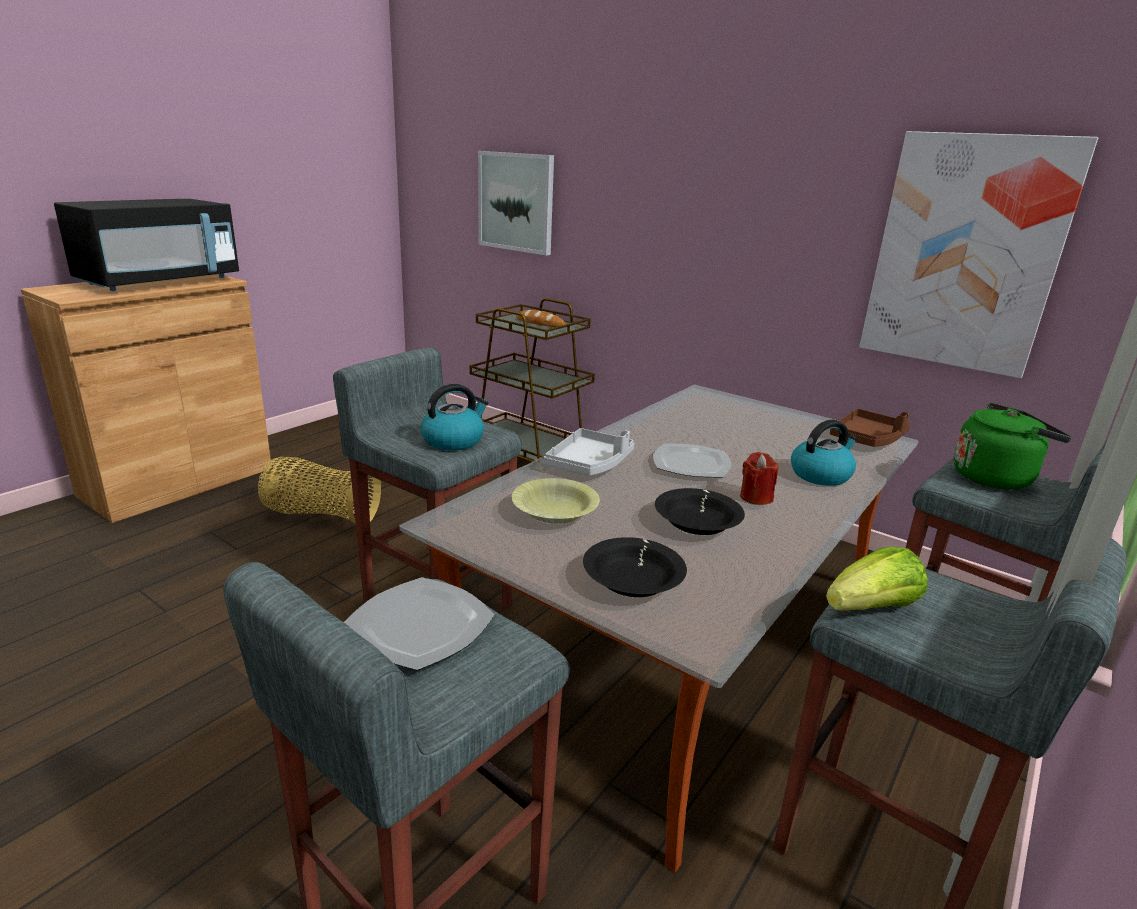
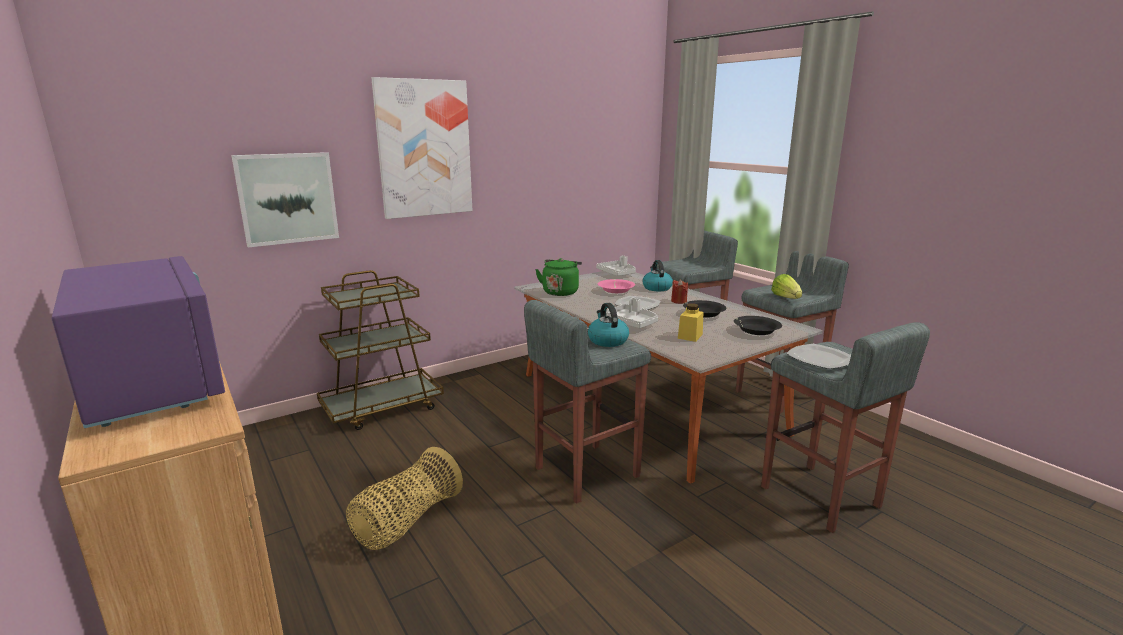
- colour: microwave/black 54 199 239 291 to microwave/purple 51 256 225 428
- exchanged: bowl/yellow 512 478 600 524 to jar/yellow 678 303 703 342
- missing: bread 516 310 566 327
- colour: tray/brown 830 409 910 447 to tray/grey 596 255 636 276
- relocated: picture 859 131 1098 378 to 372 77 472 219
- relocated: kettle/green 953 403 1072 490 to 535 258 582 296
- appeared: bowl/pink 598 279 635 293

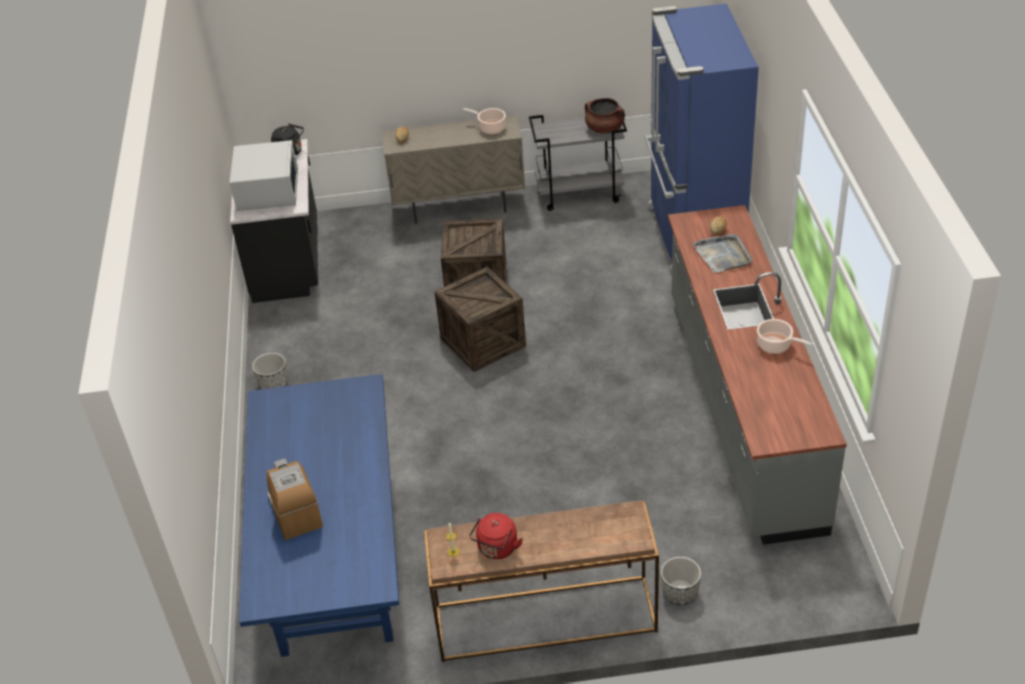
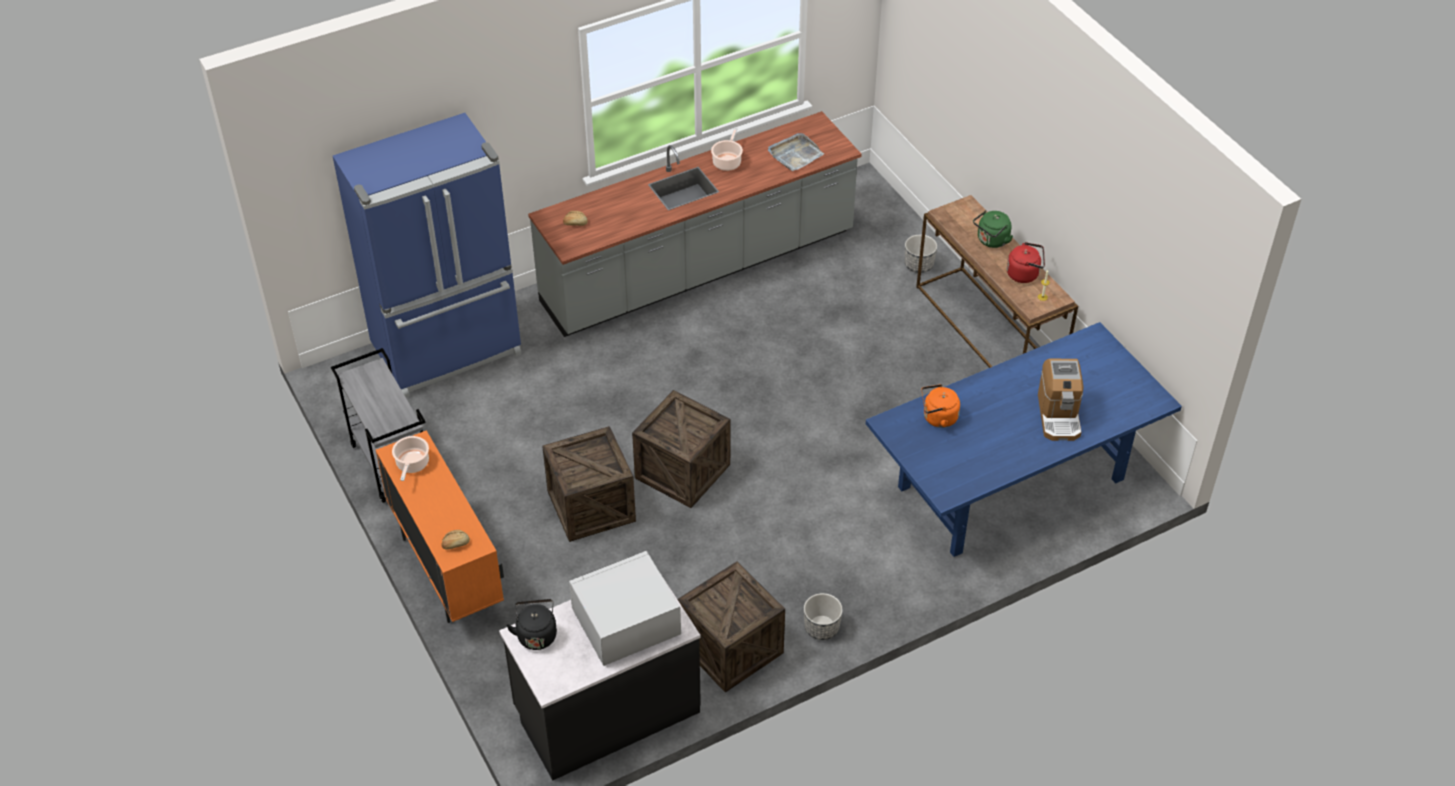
- spun: coffee machine 267 459 323 540 = 1038 359 1083 441 45 degrees counterclockwise
- colour: cabinet/beige 382 115 525 224 to cabinet/orange 376 430 504 623
- missing: cooking pot/brown 585 98 625 133
- relocated: tray/grey 693 234 752 273 to 768 133 824 171
- appeared: crate 677 561 785 692
- appeared: kettle/orange 921 384 960 428
- appeared: kettle/green 973 210 1013 248

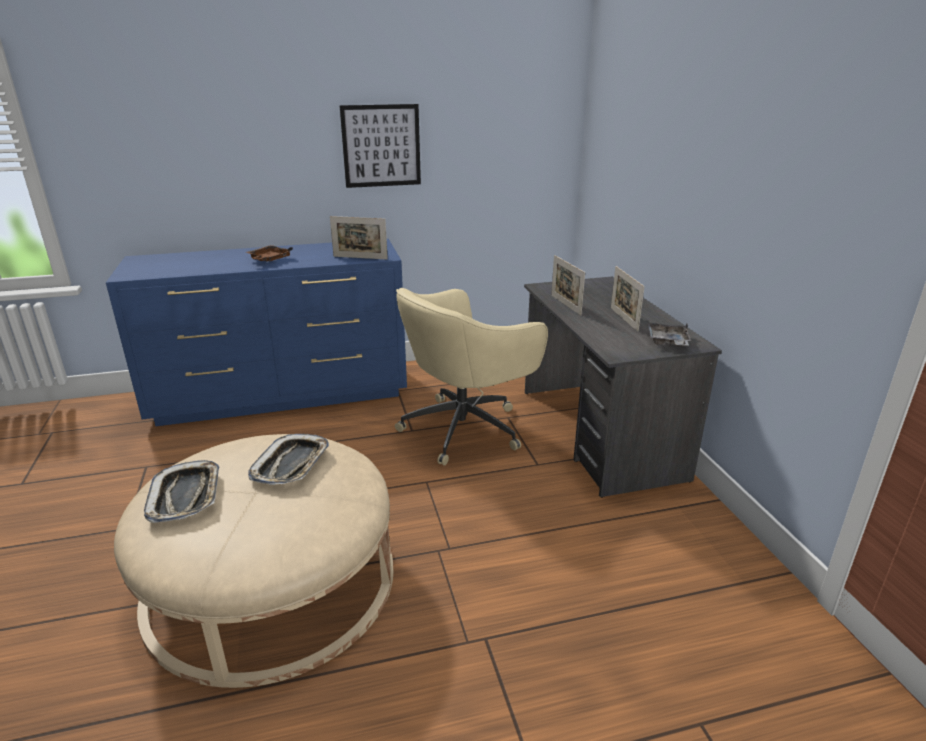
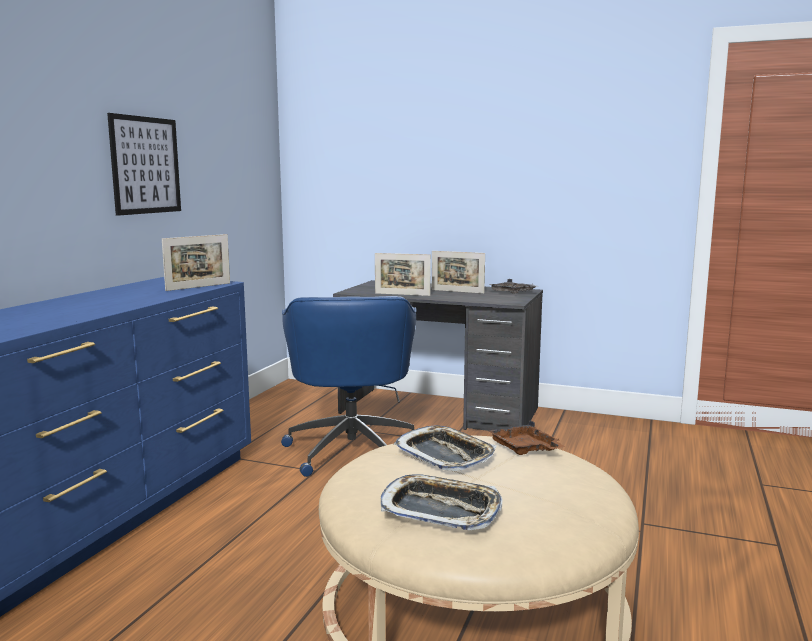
- relocated: tray/brown 246 245 293 262 to 488 420 565 455
- colour: office chair/beige 395 288 548 466 to office chair/blue 281 296 417 477

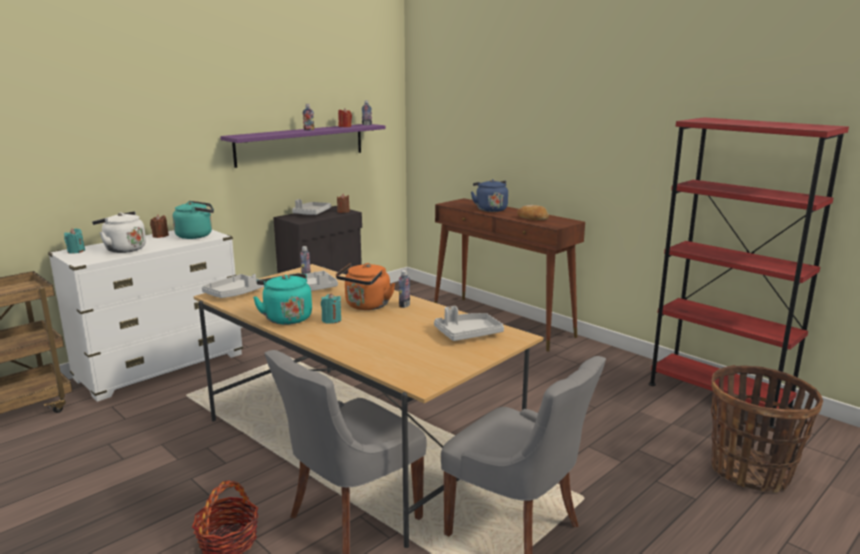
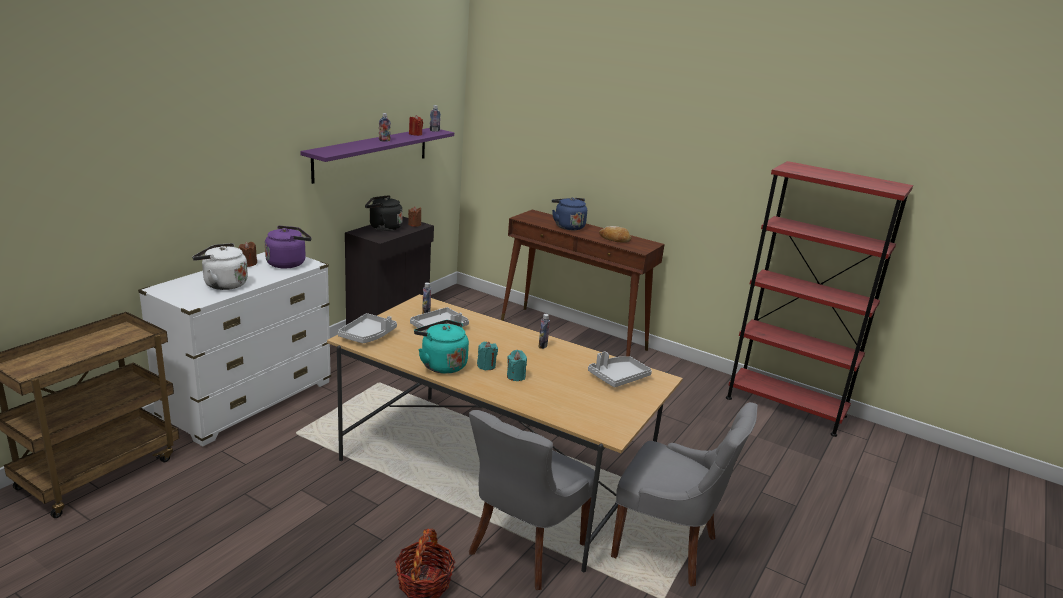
- relocated: candle/turquoise 64 228 85 254 to 507 350 527 381
- colour: kettle/turquoise 173 201 214 239 to kettle/purple 265 226 312 268
- exchanged: tray/grey 292 199 331 215 to kettle/black 365 195 403 231
- missing: kettle/orange 336 263 395 310
- missing: basket 711 365 823 493

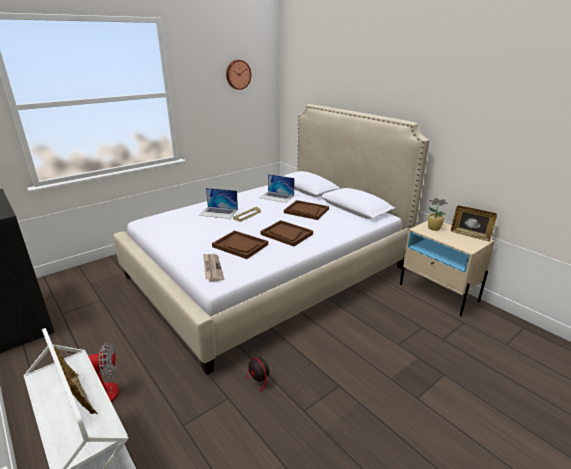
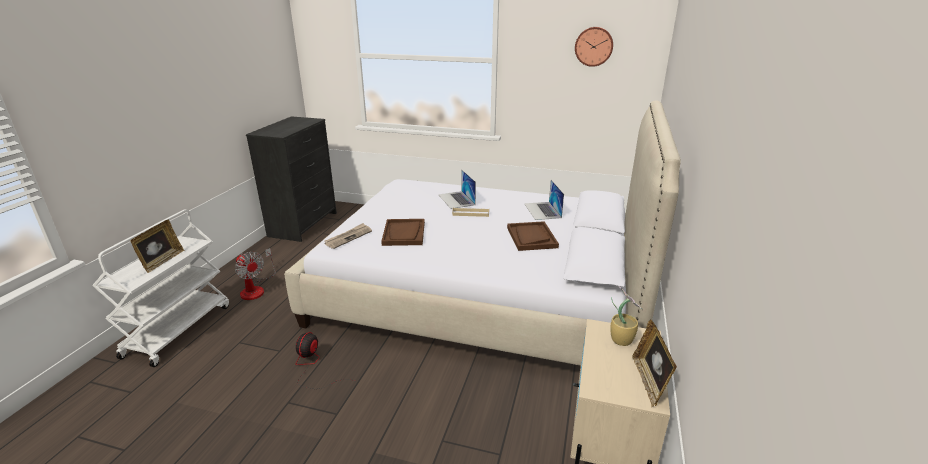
- missing: tray/brown 260 220 313 247

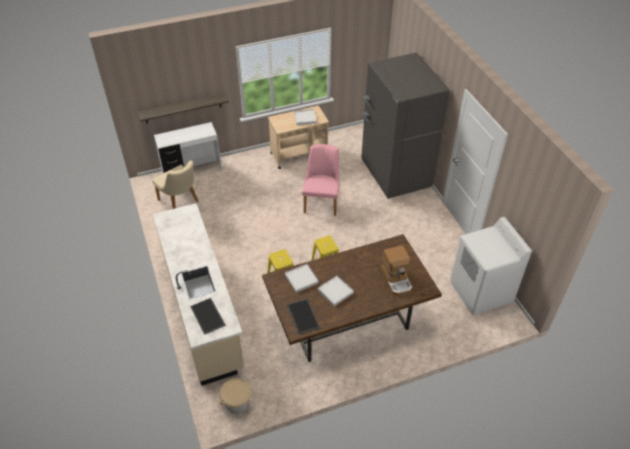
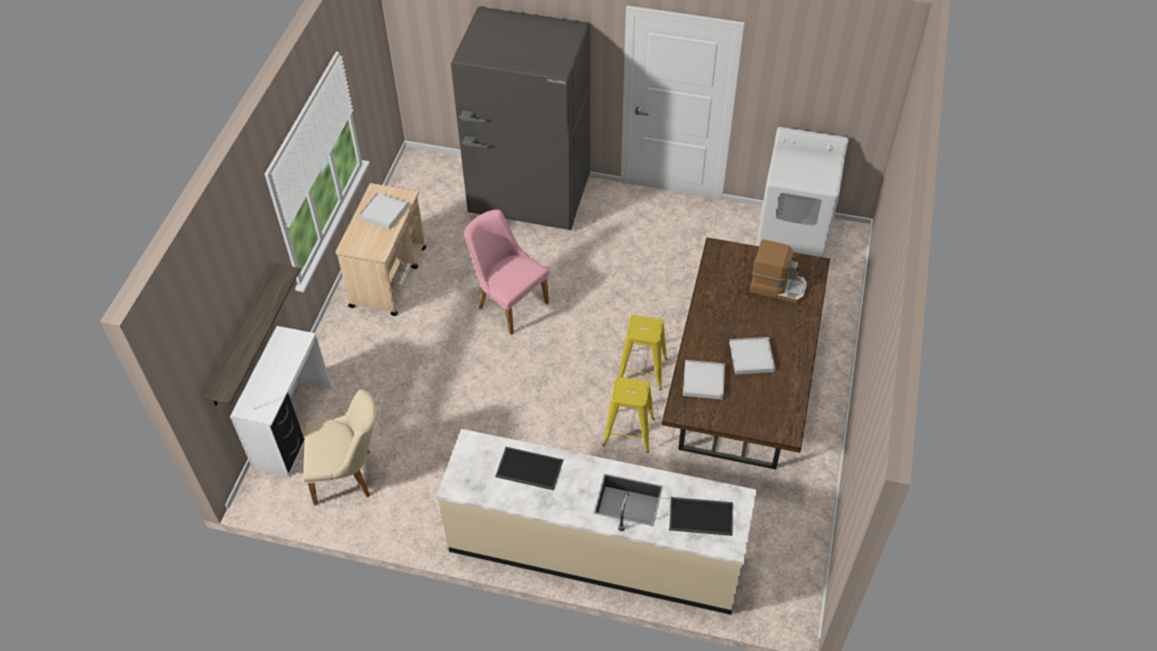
- missing: bucket/beige 220 378 251 414
- relocated: tray 287 299 320 334 to 495 447 563 490

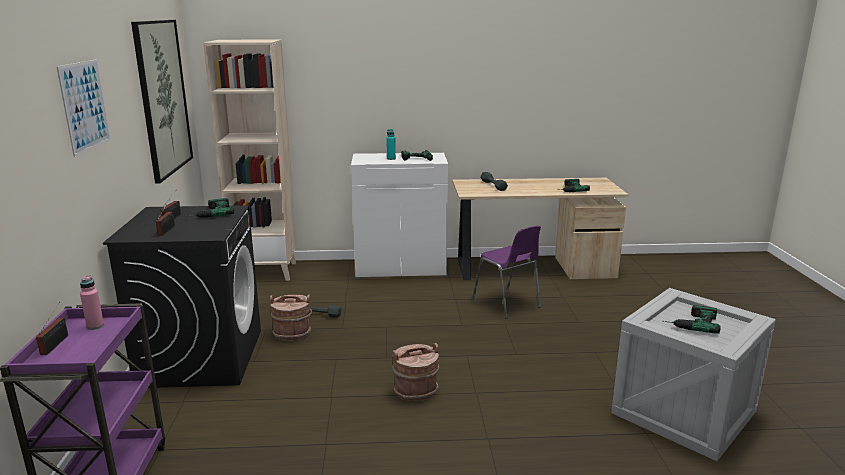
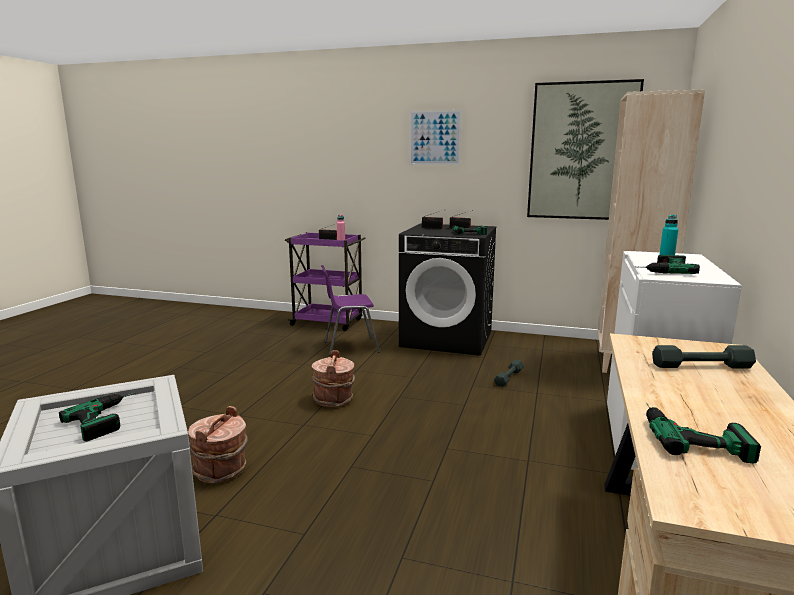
- relocated: bucket/brown 270 294 312 341 to 188 406 248 484
- relocated: chair/purple 472 226 541 318 to 321 265 380 356

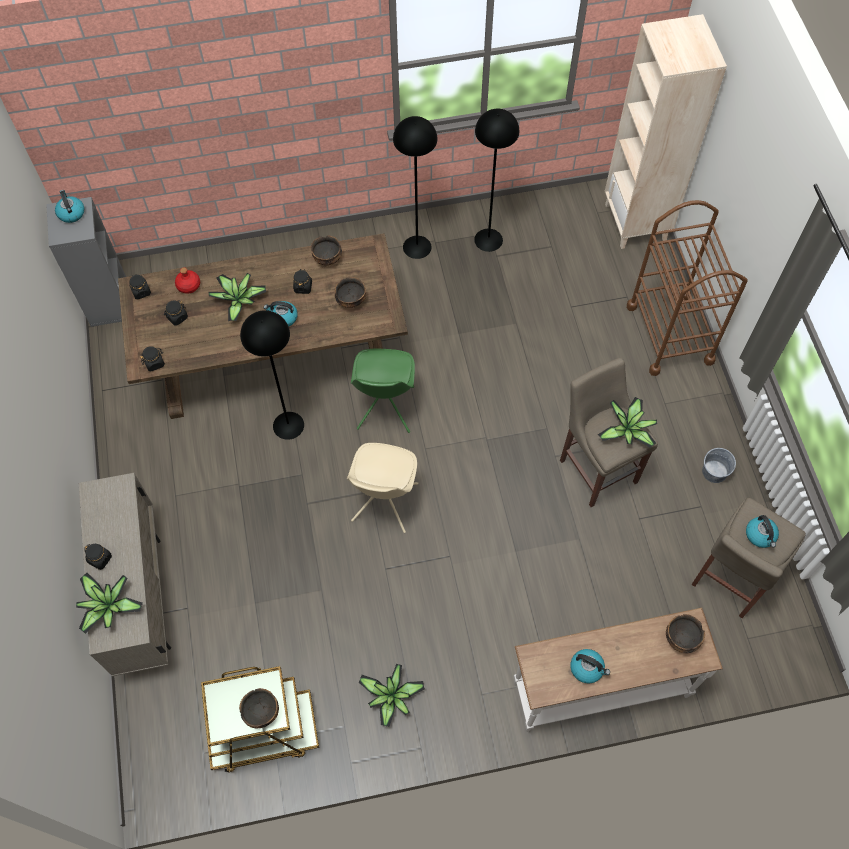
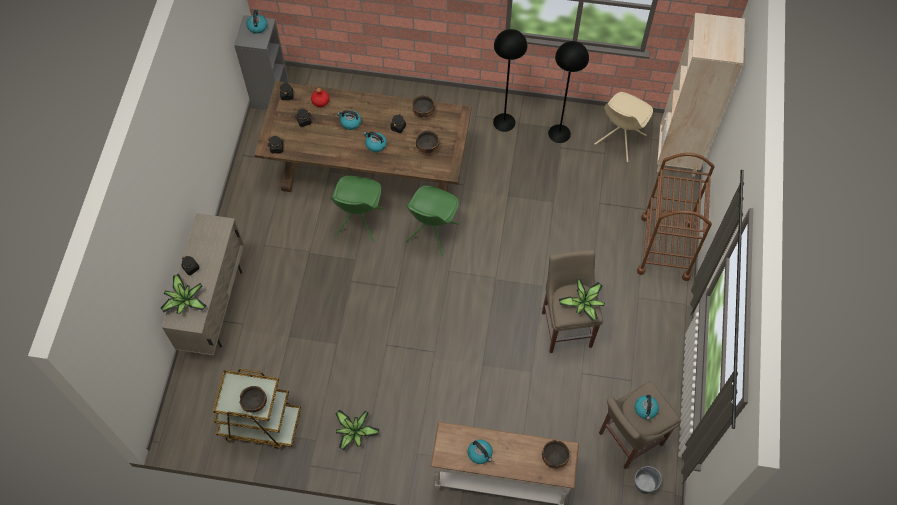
- exchanged: potted plant 209 273 266 321 to kettle 337 110 361 130
- exchanged: floor lamp/black 240 310 304 440 to chair/green 331 176 384 242
- relocated: chair/beige 347 443 419 533 to 594 92 653 162
- relocated: bucket/grey 702 448 736 483 to 635 466 662 494

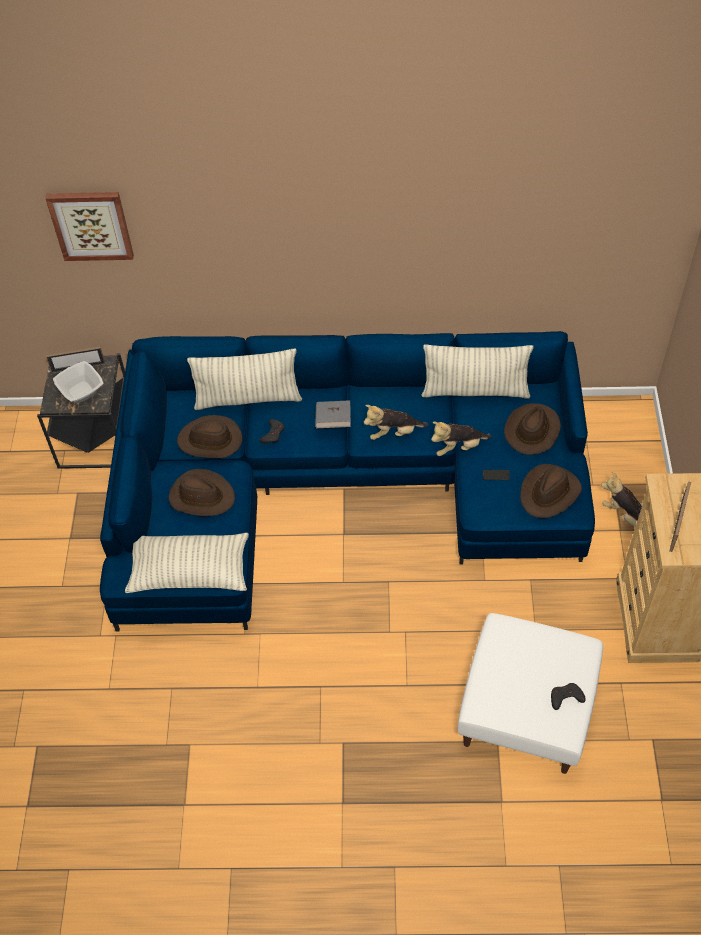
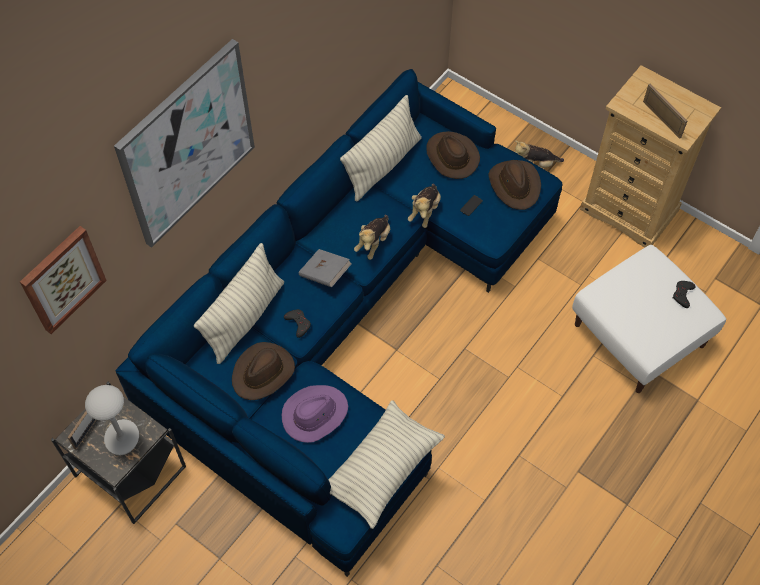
- exchanged: bowl 53 361 103 403 to table lamp/grey 85 385 139 455
- colour: hat/brown 168 469 235 516 to hat/purple 282 385 348 443
- appeared: picture 114 39 255 248

